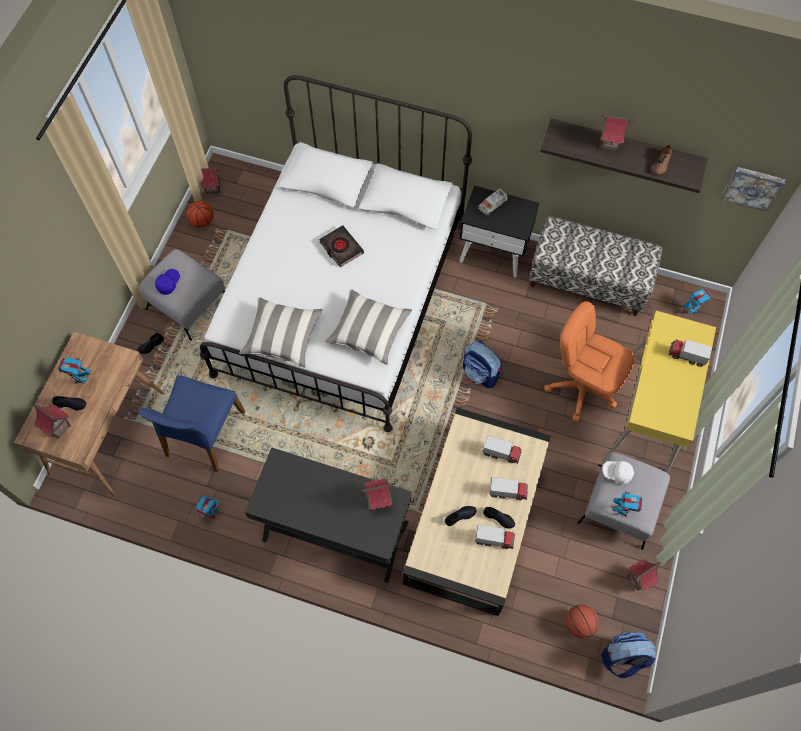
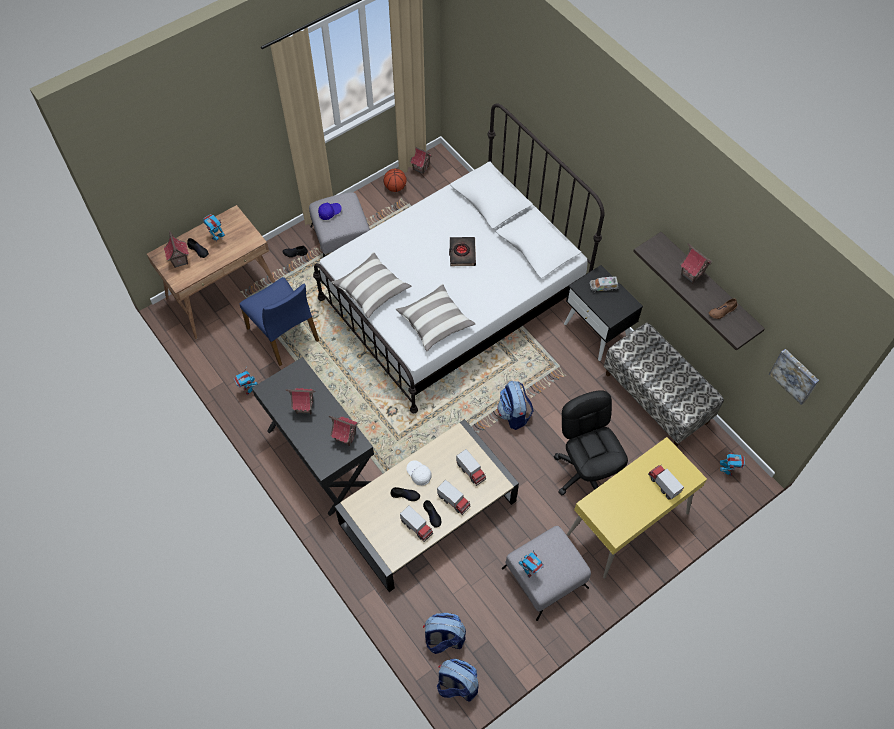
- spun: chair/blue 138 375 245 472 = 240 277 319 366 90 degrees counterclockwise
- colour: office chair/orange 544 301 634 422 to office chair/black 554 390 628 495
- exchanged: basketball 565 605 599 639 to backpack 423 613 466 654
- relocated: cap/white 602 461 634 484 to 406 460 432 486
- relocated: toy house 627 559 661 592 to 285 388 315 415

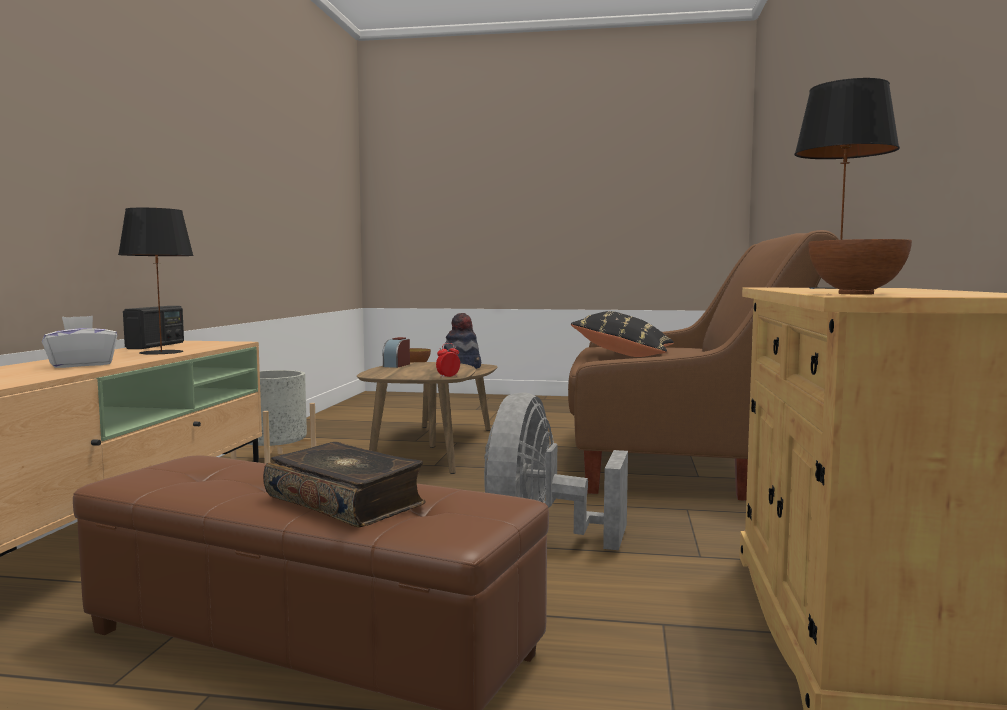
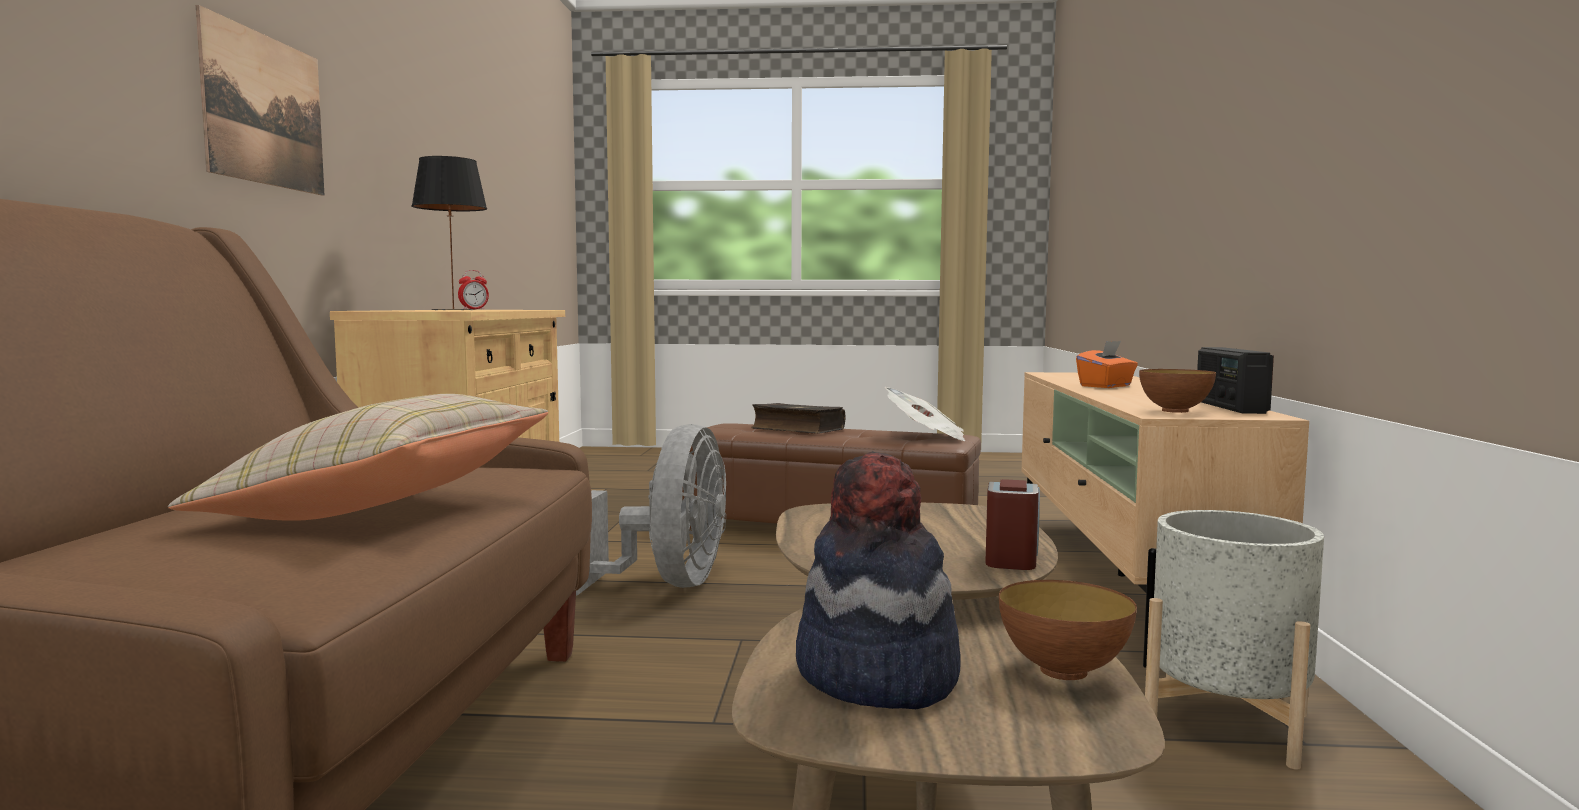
- colour: tissue box/white 42 316 117 368 to tissue box/orange 1076 341 1138 388
- missing: table lamp/black 118 208 194 355
- relocated: alarm clock 436 343 460 378 to 458 270 489 310
- colour: pillow/black 571 311 674 357 to pillow/beige 168 394 548 521
- relocated: bowl 808 239 912 295 to 1139 369 1216 413
- appeared: picture 196 5 324 195
- appeared: newspaper 885 387 965 441

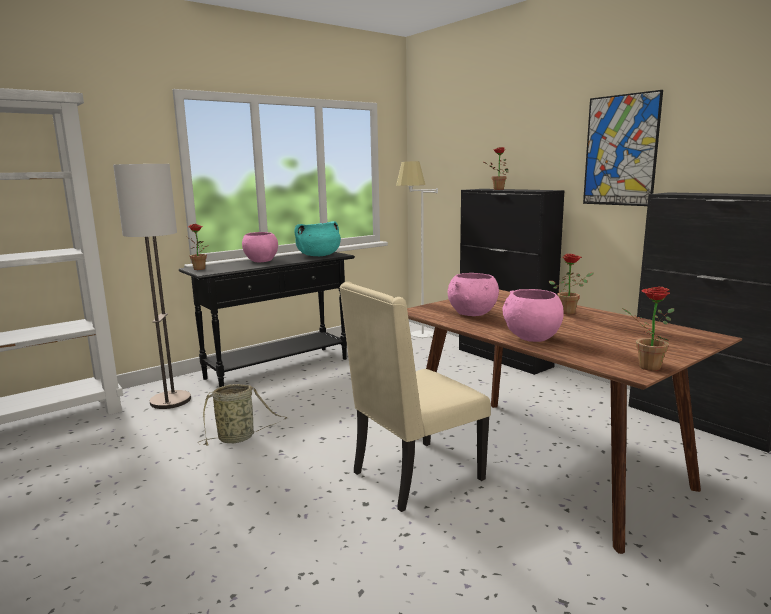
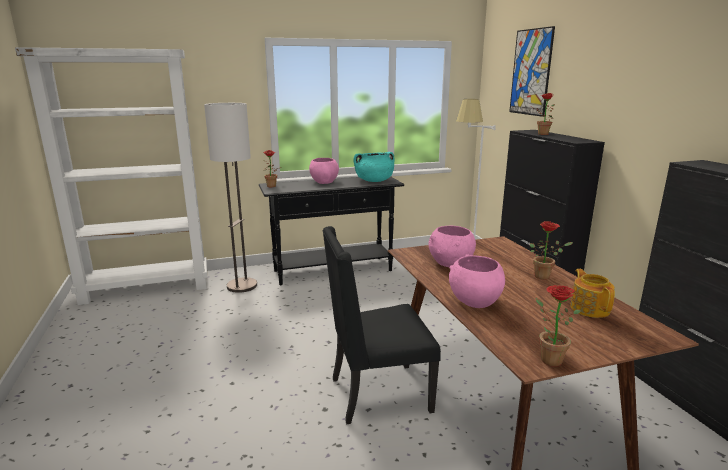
- missing: basket 198 384 287 445
- colour: chair/beige 339 282 491 512 to chair/black 323 226 441 425
- relocated: picture 583 90 663 206 to 509 26 555 117
- appeared: teapot 570 269 615 318

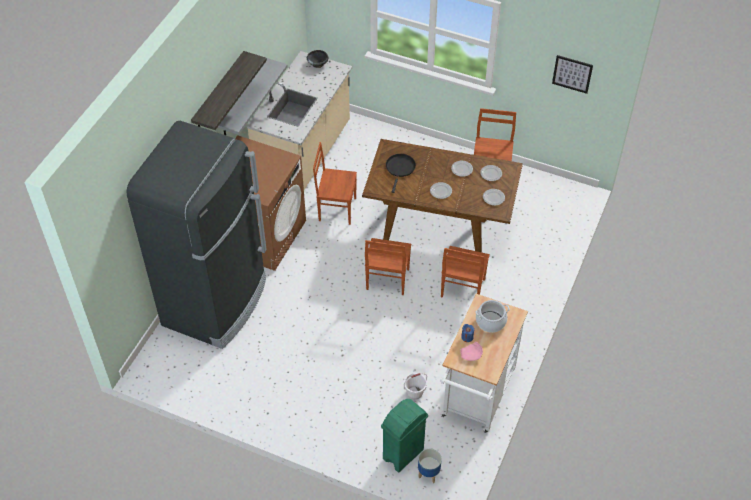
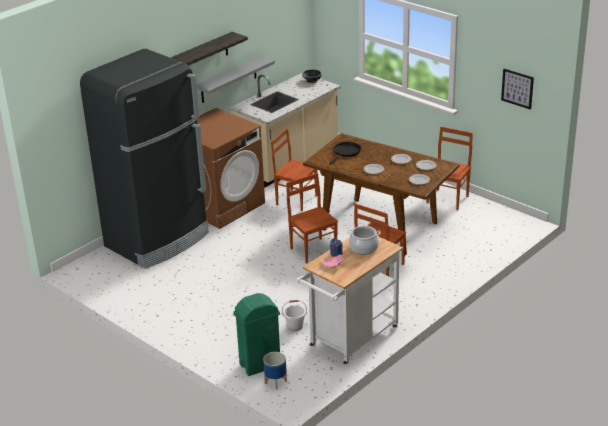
- spun: chair/brown 365 238 411 295 = 286 173 338 264 120 degrees clockwise

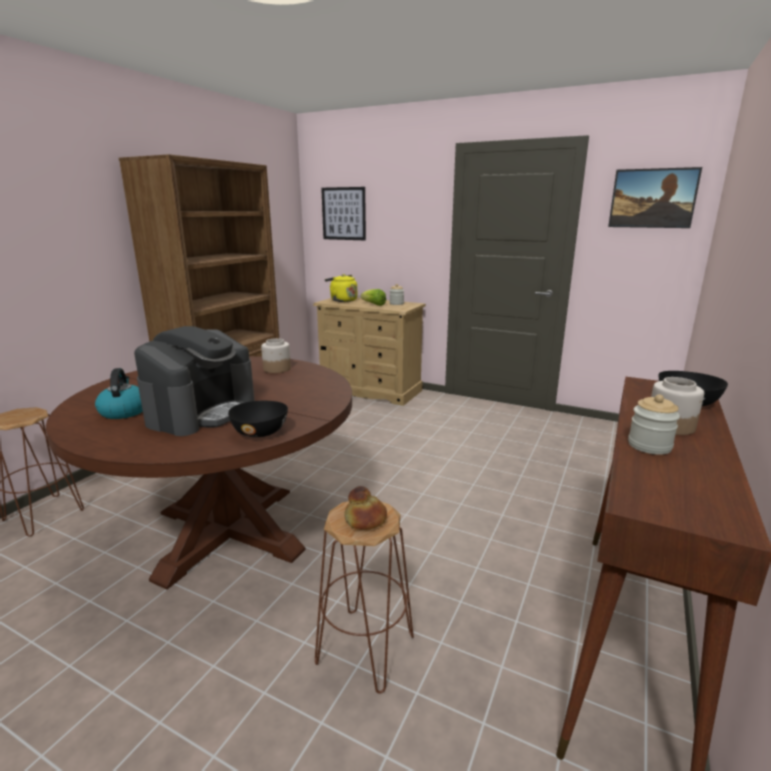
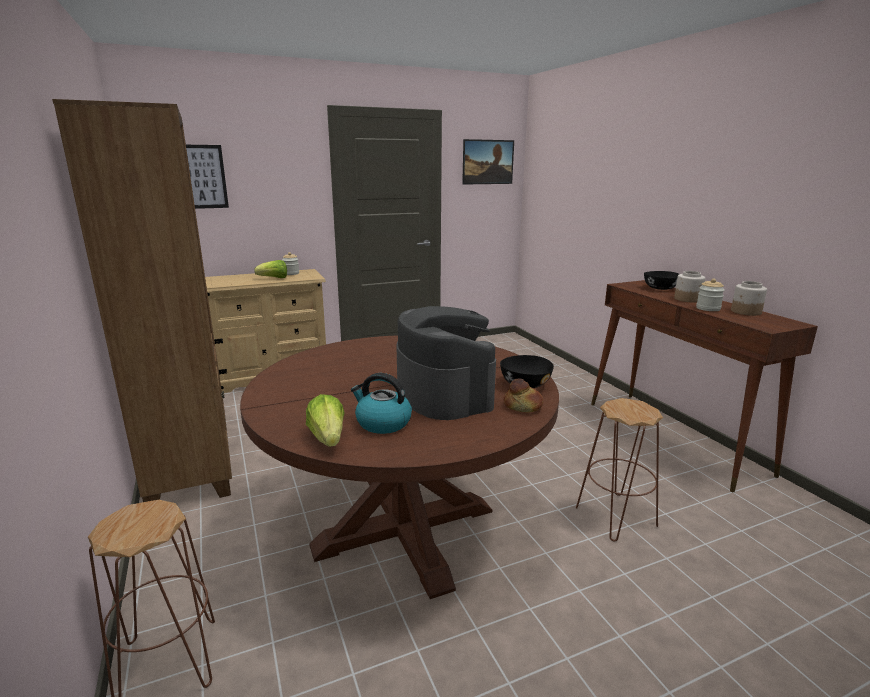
- relocated: jar 261 338 291 373 to 731 281 767 316
- missing: kettle/yellow 325 274 357 302
- relocated: bread 344 486 387 530 to 503 378 543 413
- appeared: lettuce 306 394 345 447

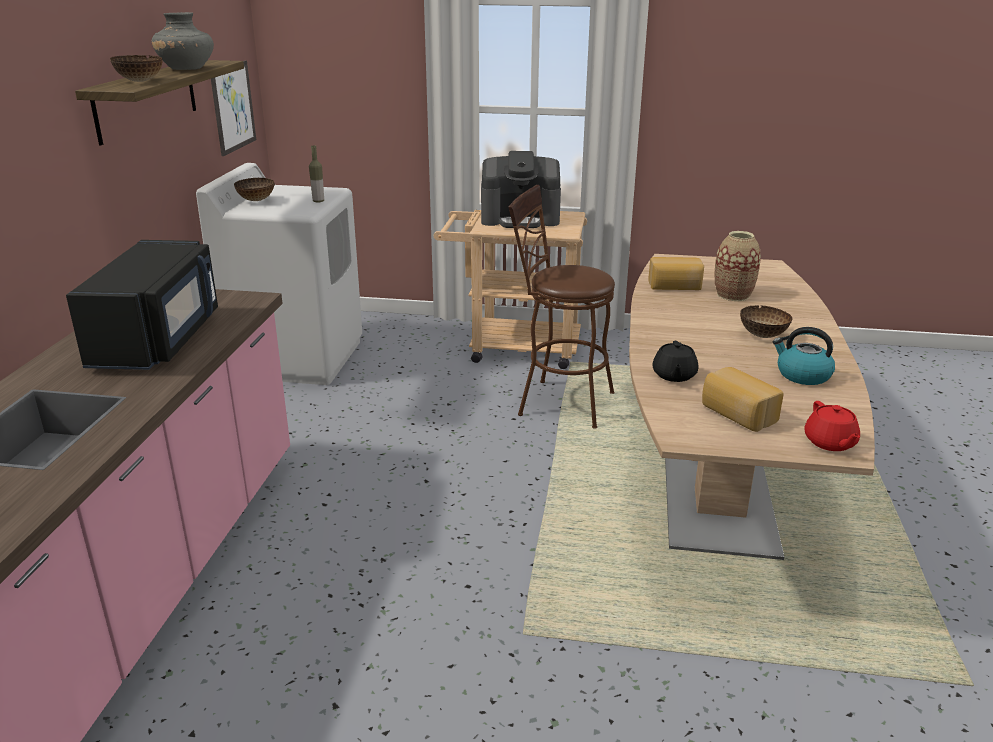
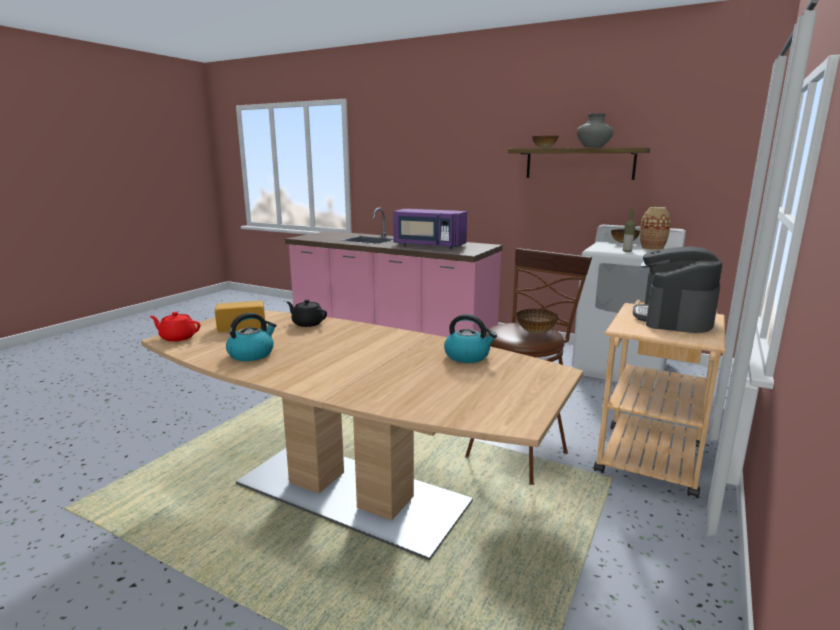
- colour: microwave/black 66 240 218 370 to microwave/purple 393 209 467 249
- missing: picture 211 61 256 156
- exchanged: bread 649 257 704 290 to kettle 444 314 497 363
- relocated: vase 714 231 761 301 to 640 207 671 250
- relocated: bowl 740 305 793 338 to 516 309 559 334

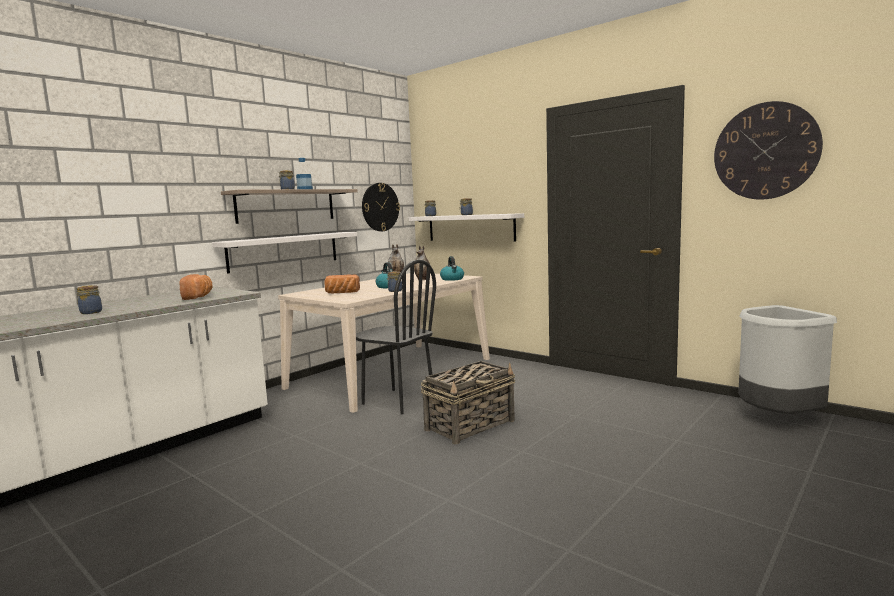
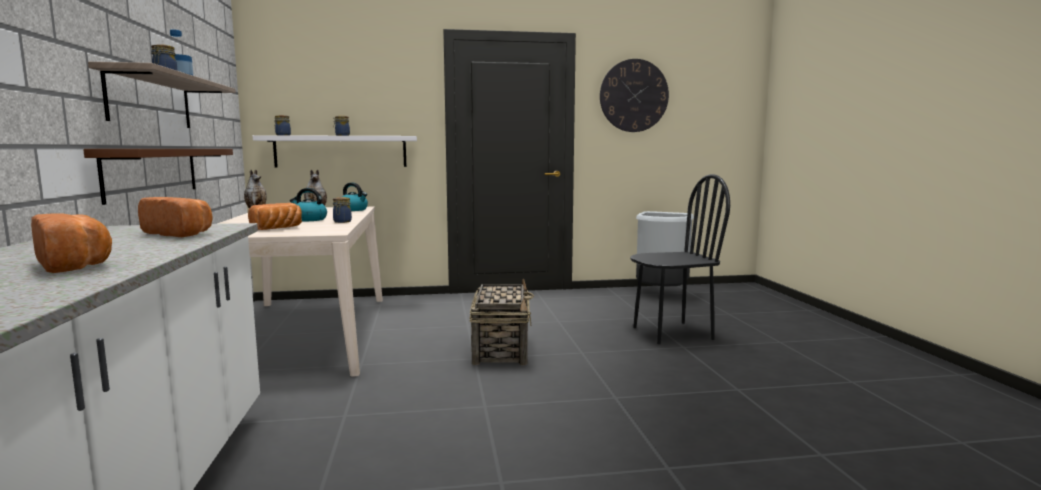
- exchanged: jar 76 285 102 314 to bread 31 214 112 273
- colour: shelf/white 212 232 357 274 to shelf/brown 83 149 233 205
- relocated: chair/black 356 259 436 414 to 630 174 730 344
- missing: wall clock 362 183 400 231

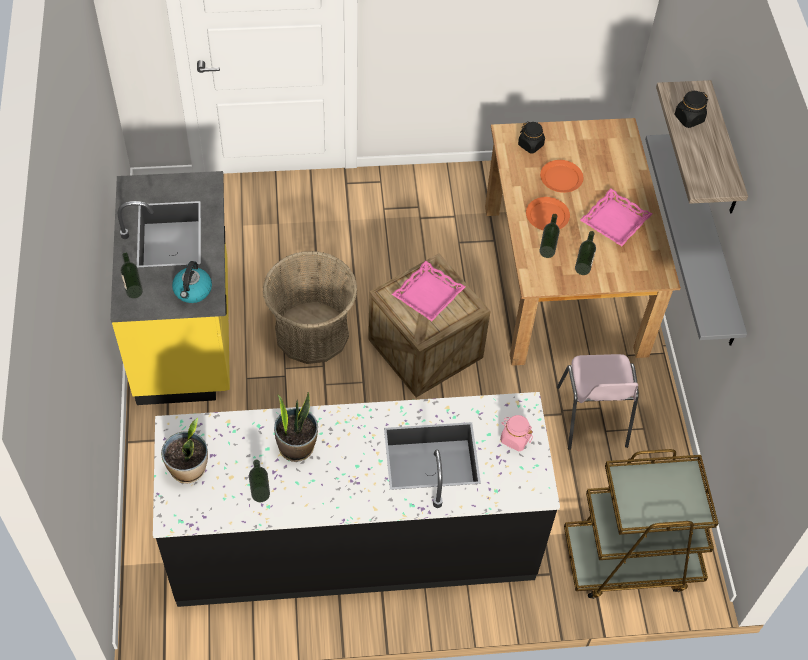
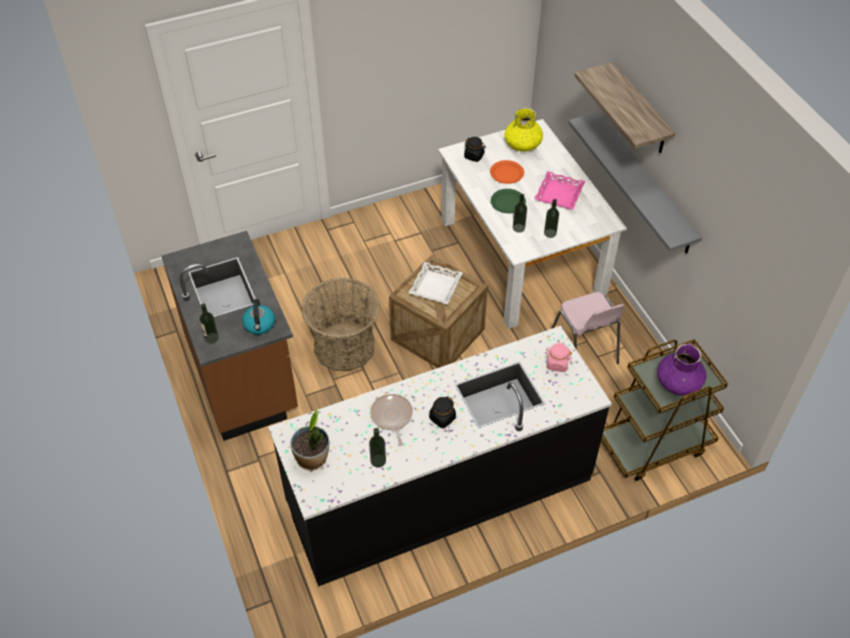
- colour: counter/yellow 110 171 230 405 to counter/brown 161 231 298 441
- exchanged: potted plant 274 392 318 462 to frying pan 370 394 413 446
- colour: tray/pink 392 261 466 321 to tray/white 409 262 463 305
- colour: dining table/brown 485 118 681 366 to dining table/white 438 119 627 329
- colour: plate/orange 526 197 570 230 to plate/green 491 189 526 213
- relocated: jar/black 675 91 708 128 to 429 396 456 428
- appeared: vase/yellow 504 107 543 152
- appeared: vase/purple 657 344 707 396

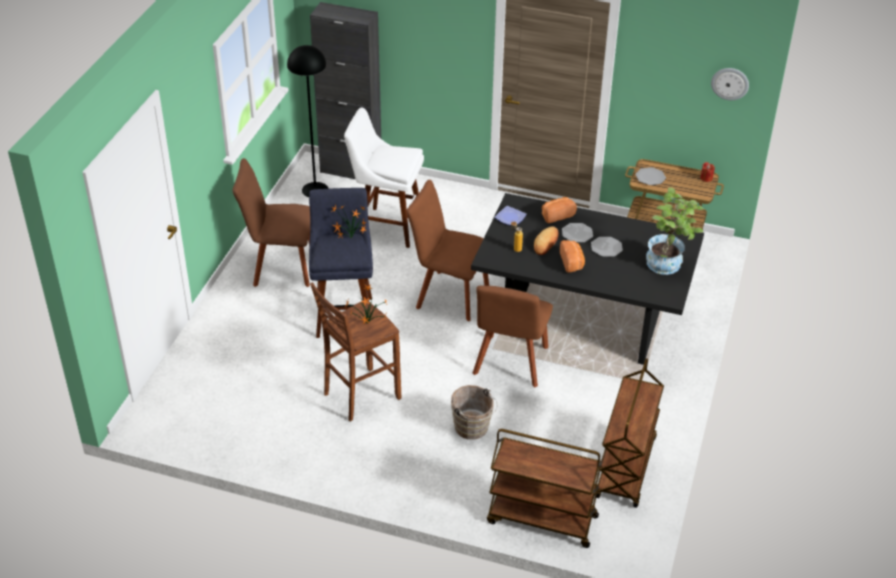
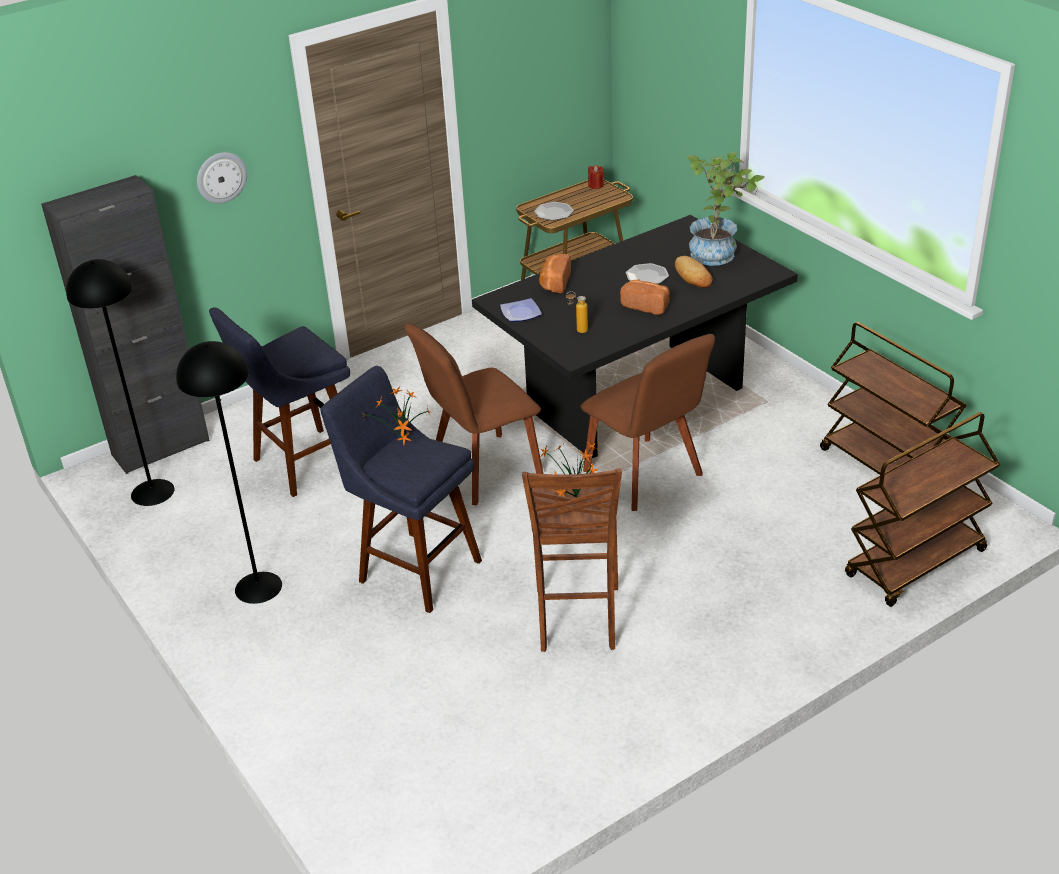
- exchanged: chair/brown 233 158 310 287 to floor lamp/black 176 341 282 604
- colour: stool/white 344 107 424 248 to stool/blue 209 307 350 497
- missing: bucket/brown 451 385 498 440
- relocated: bread 534 226 559 255 to 675 256 713 288
- missing: plate 562 223 593 242
- relocated: wall clock 711 68 749 100 to 197 152 247 204

